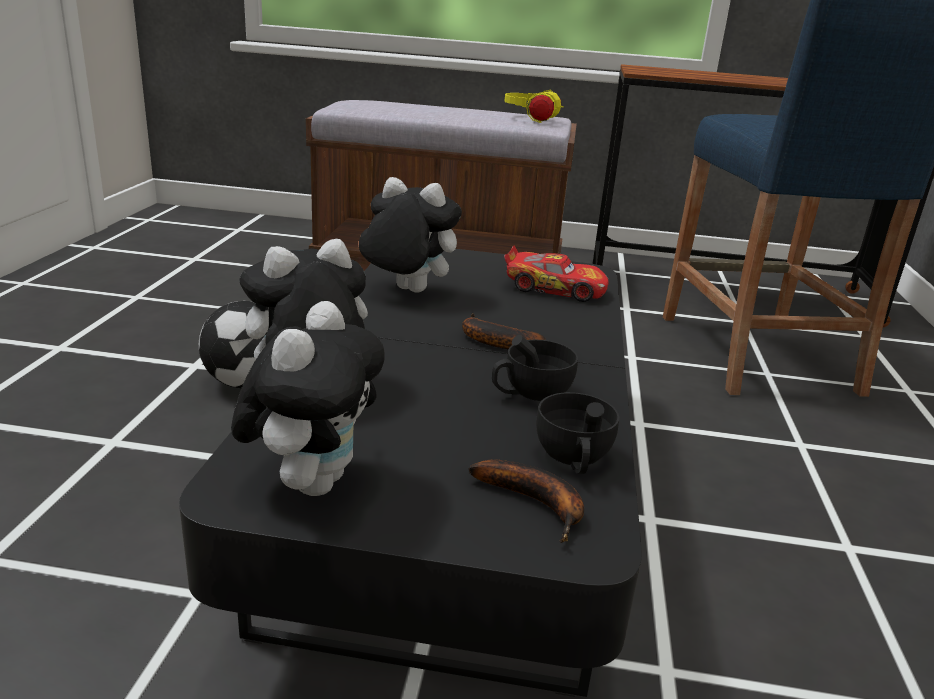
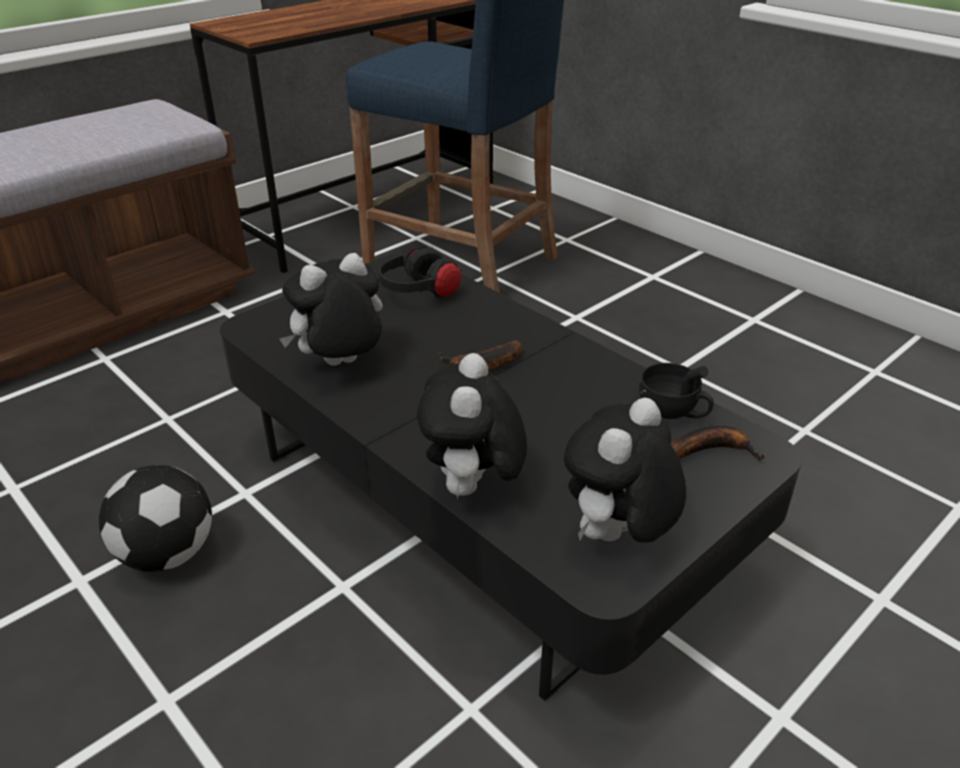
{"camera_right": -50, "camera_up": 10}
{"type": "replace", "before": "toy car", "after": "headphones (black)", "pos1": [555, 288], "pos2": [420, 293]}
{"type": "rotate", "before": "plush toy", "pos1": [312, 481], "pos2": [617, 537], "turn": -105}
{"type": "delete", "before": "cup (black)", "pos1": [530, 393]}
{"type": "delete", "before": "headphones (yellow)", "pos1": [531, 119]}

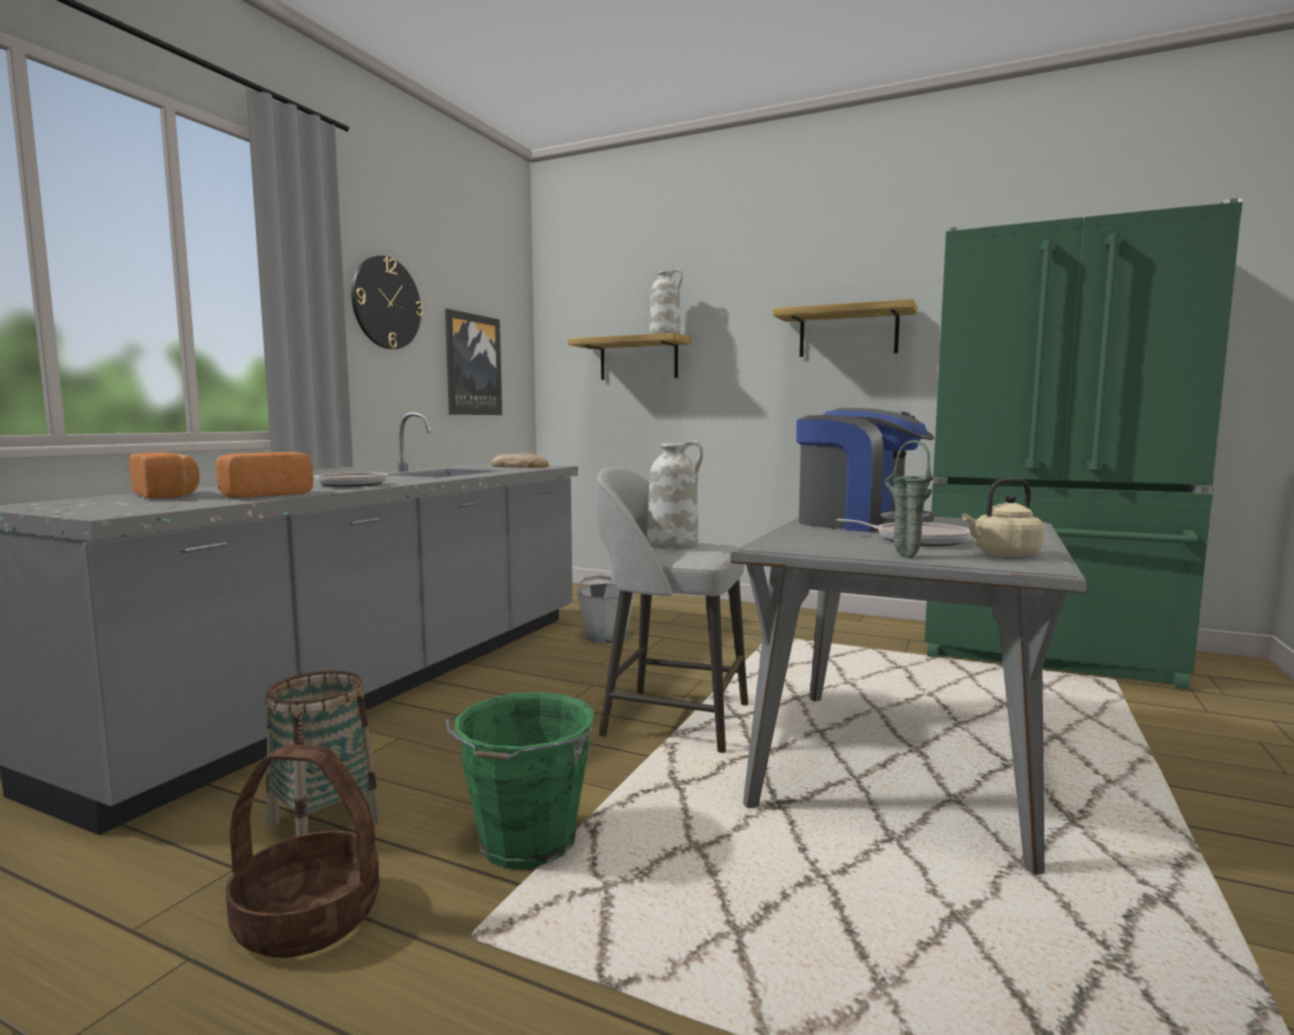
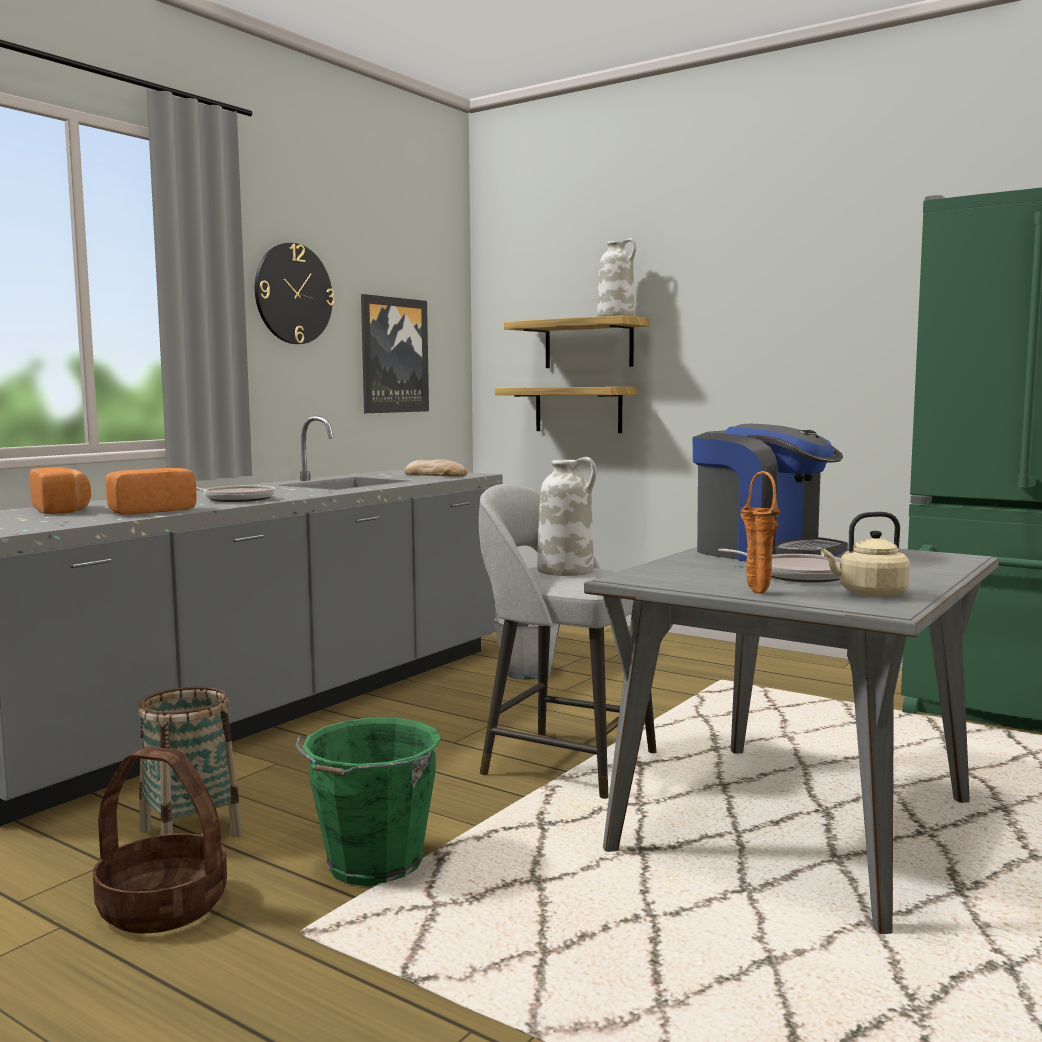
{"camera_right": 10, "camera_up": 0}
{"type": "move", "before": "shelf", "pos1": [848, 332], "pos2": [578, 409]}
{"type": "recolor", "before": "vase (green)", "after": "vase (orange)", "pos1": [903, 556], "pos2": [755, 592]}

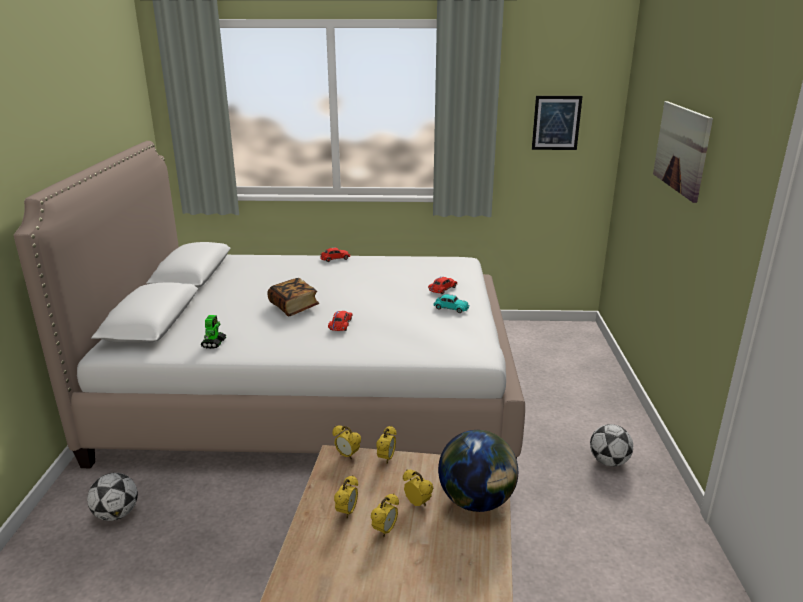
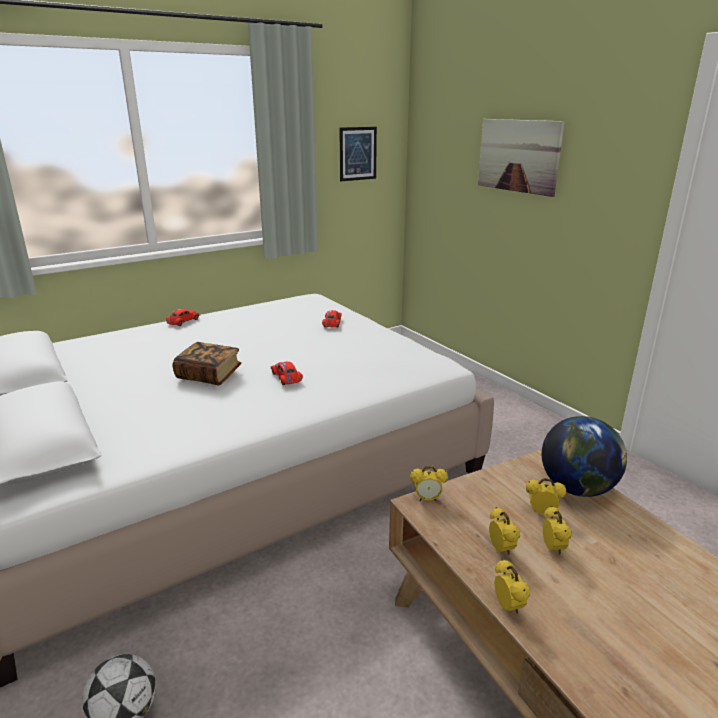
{"camera_right": -35, "camera_up": 0}
{"type": "move", "before": "alarm clock", "pos1": [386, 459], "pos2": [508, 606]}
{"type": "delete", "before": "toy robot", "pos1": [214, 343]}
{"type": "delete", "before": "toy car (turquoise)", "pos1": [451, 308]}
{"type": "delete", "before": "football", "pos1": [608, 462]}

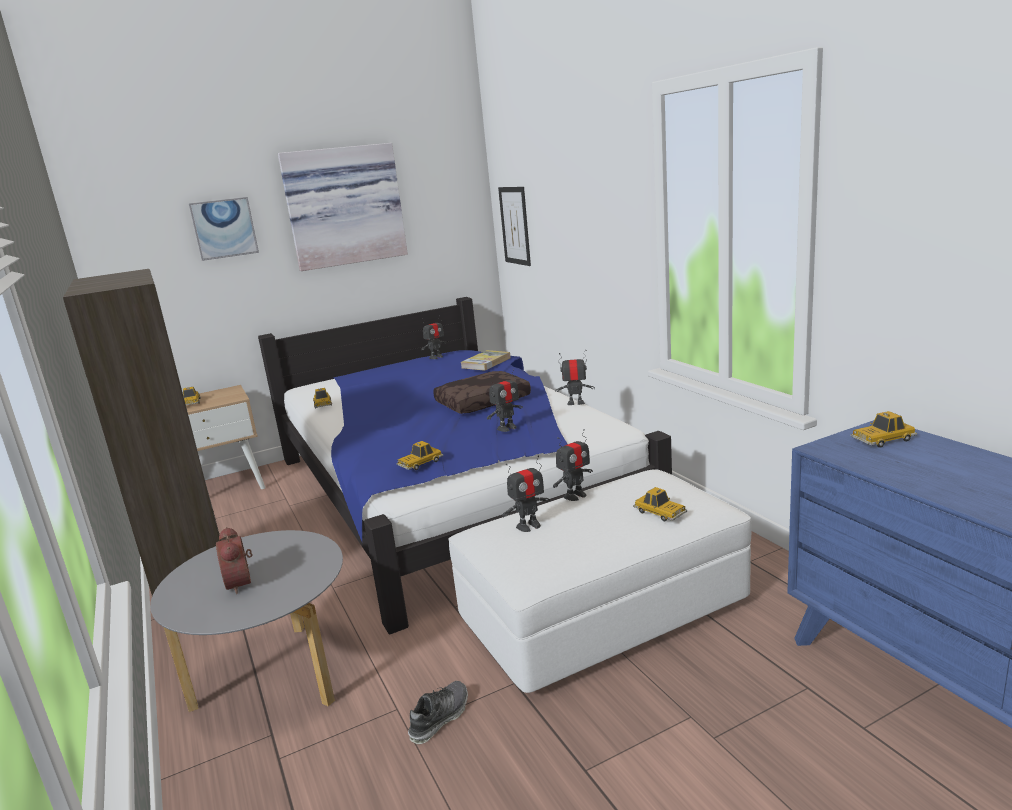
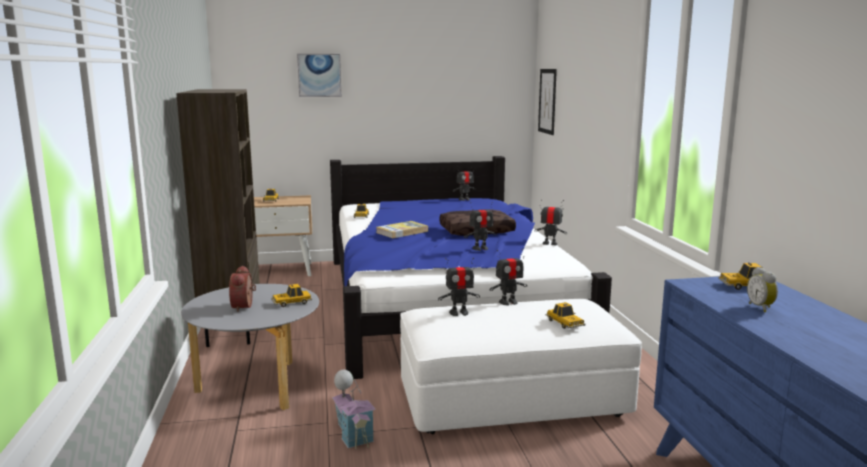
{"camera_right": 15, "camera_up": -5}
{"type": "move", "before": "toy car", "pos1": [420, 463], "pos2": [292, 302]}
{"type": "replace", "before": "shoe", "after": "toy house", "pos1": [440, 718], "pos2": [353, 434]}
{"type": "move", "before": "book", "pos1": [486, 363], "pos2": [402, 232]}
{"type": "insert", "after": "alarm clock", "pos2": [761, 308]}
{"type": "delete", "before": "picture", "pos1": [344, 206]}

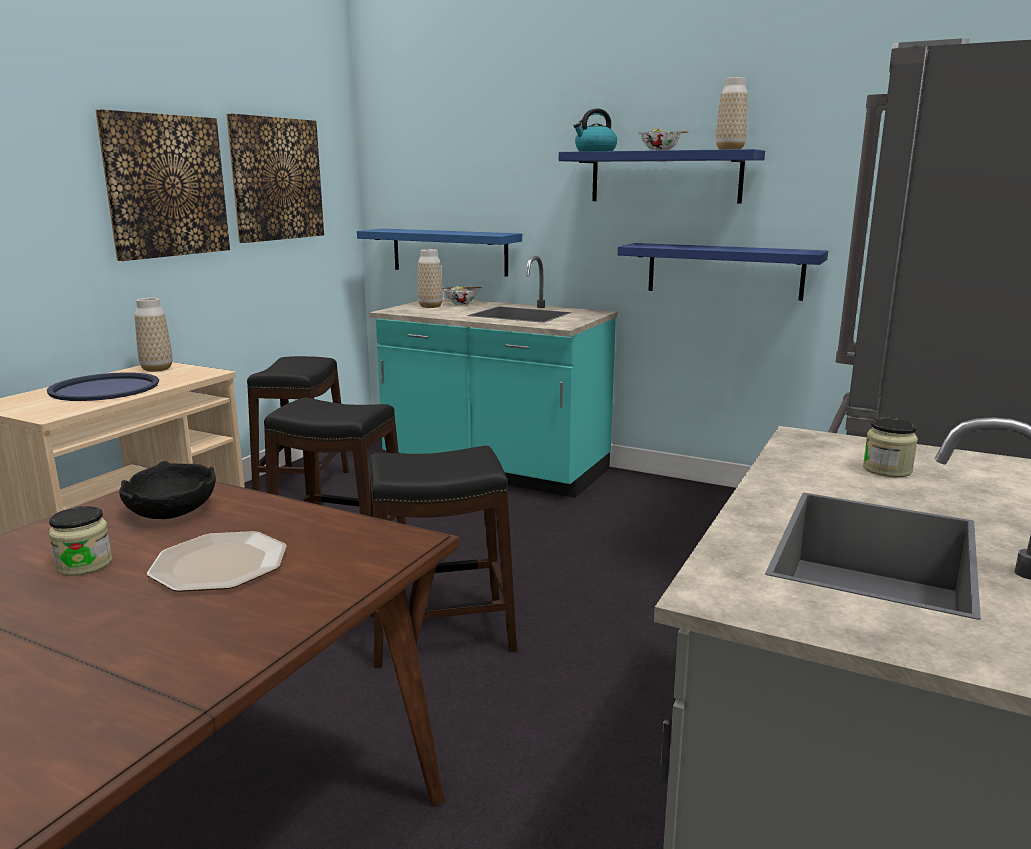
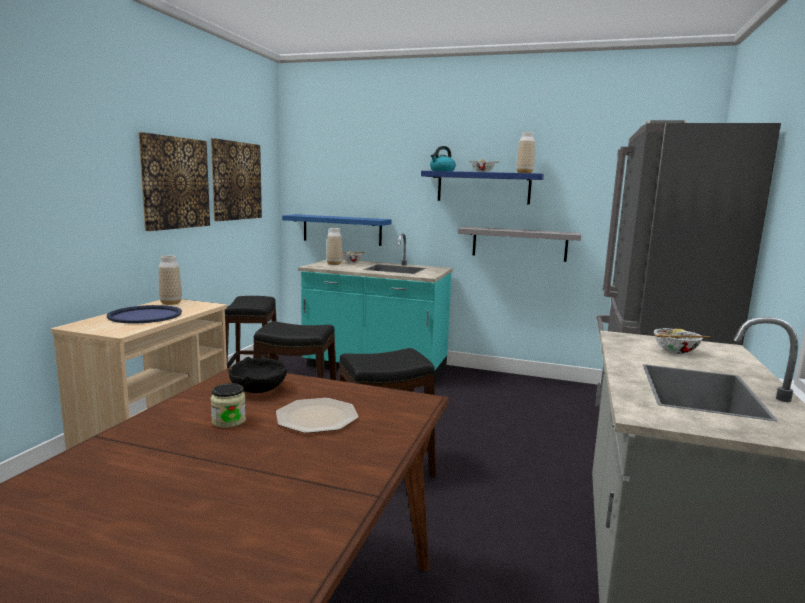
{"camera_right": -10, "camera_up": -5}
{"type": "recolor", "before": "shelf (blue)", "after": "shelf (grey)", "pos1": [724, 271], "pos2": [519, 244]}
{"type": "replace", "before": "jar", "after": "bowl", "pos1": [887, 470], "pos2": [675, 352]}

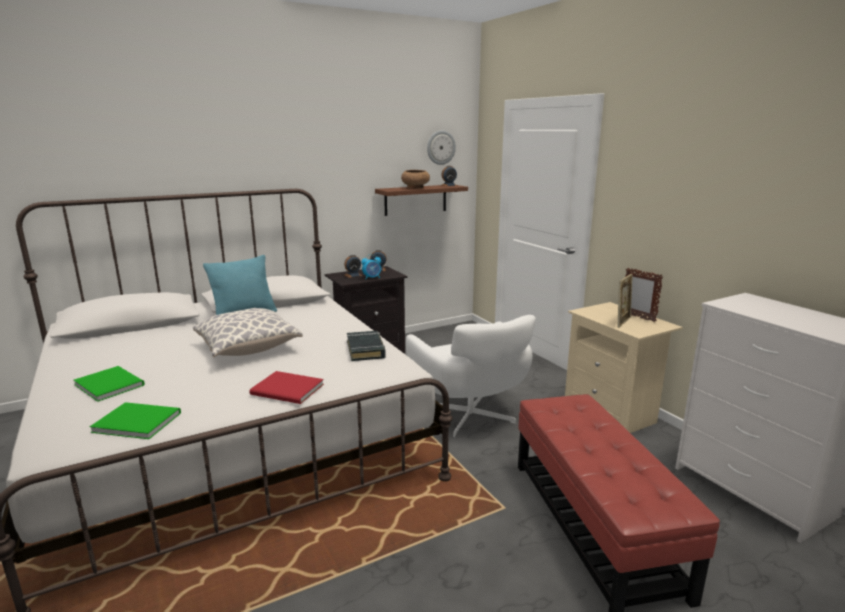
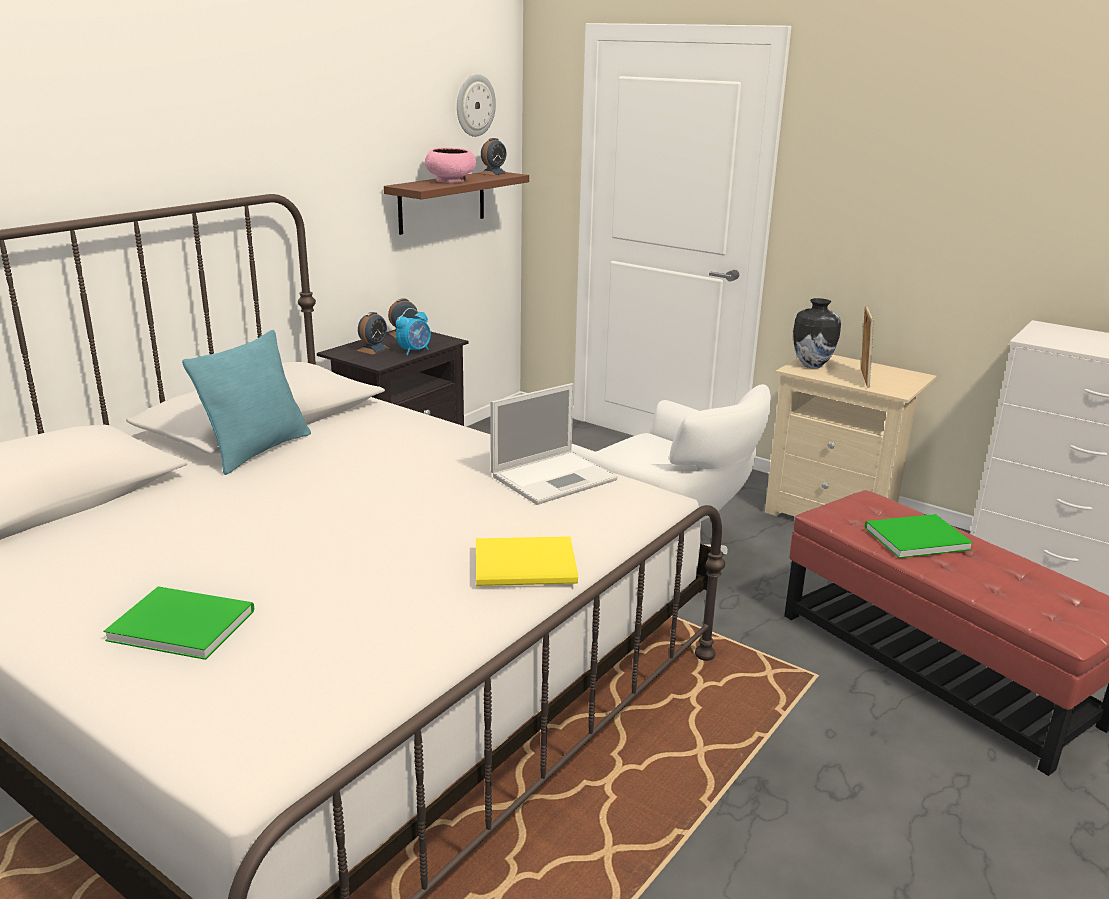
{"camera_right": -25, "camera_up": 5}
{"type": "recolor", "before": "bowl (brown)", "after": "bowl (pink)", "pos1": [415, 188], "pos2": [451, 181]}
{"type": "recolor", "before": "book (red)", "after": "book (yellow)", "pos1": [288, 390], "pos2": [528, 566]}
{"type": "replace", "before": "book (black)", "after": "laptop", "pos1": [366, 349], "pos2": [555, 477]}
{"type": "insert", "after": "vase", "pos2": [811, 365]}
{"type": "move", "before": "book (green)", "pos1": [136, 421], "pos2": [913, 537]}
{"type": "delete", "before": "pillow", "pos1": [248, 349]}
{"type": "delete", "before": "picture frame", "pos1": [638, 317]}

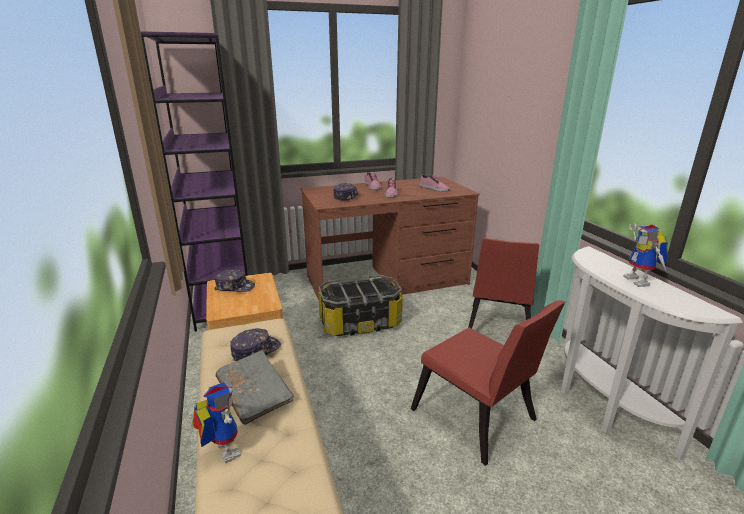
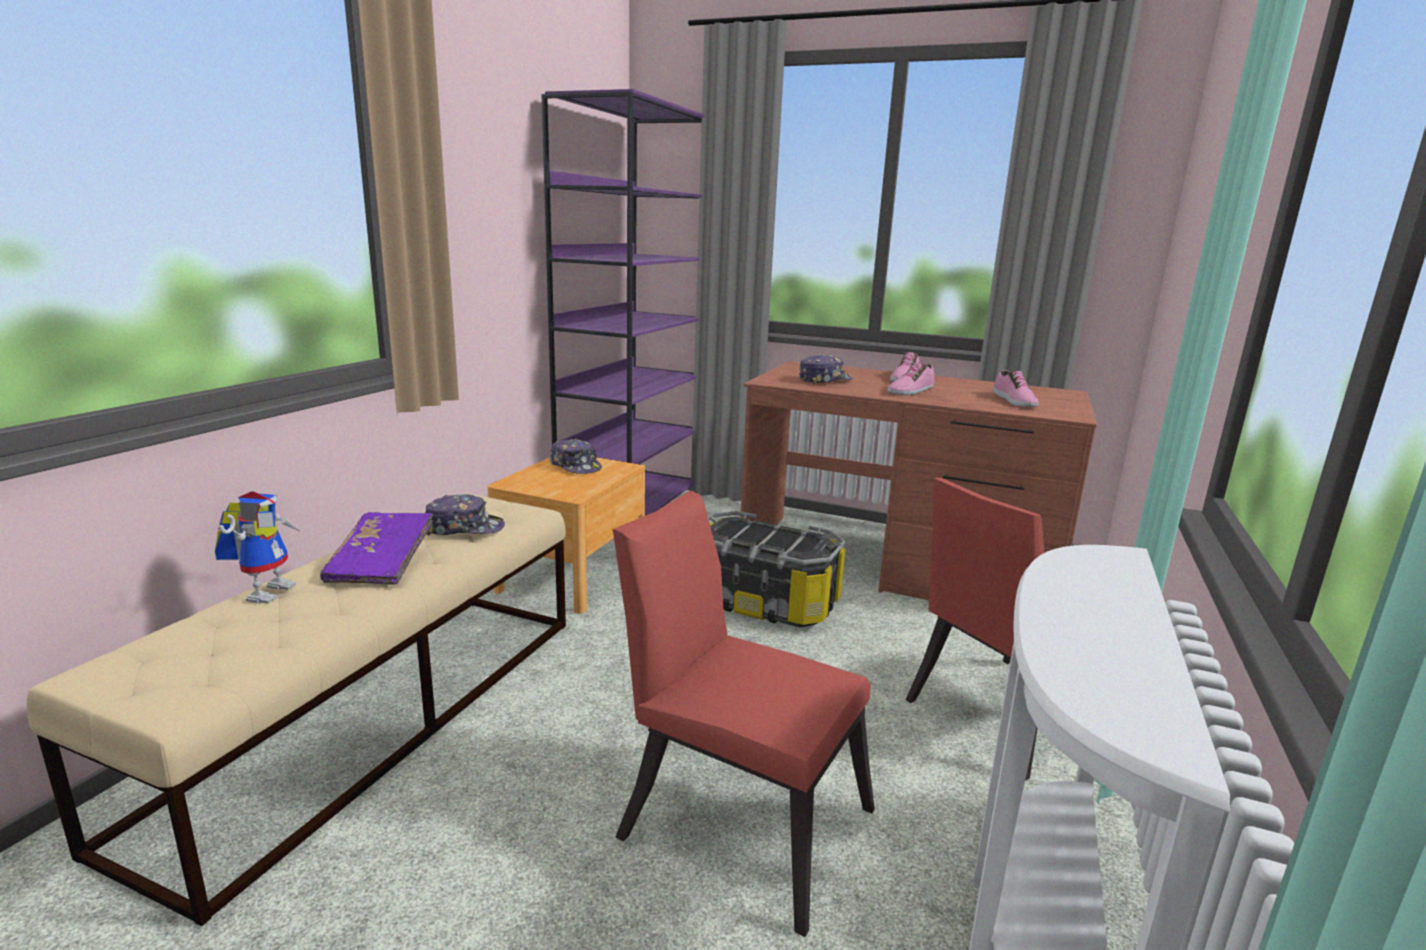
{"camera_right": 40, "camera_up": -5}
{"type": "recolor", "before": "book (grey)", "after": "book (purple)", "pos1": [255, 395], "pos2": [382, 564]}
{"type": "rotate", "before": "chair (red)", "pos1": [477, 420], "pos2": [735, 814], "turn": 120}
{"type": "delete", "before": "toy robot", "pos1": [641, 282]}

